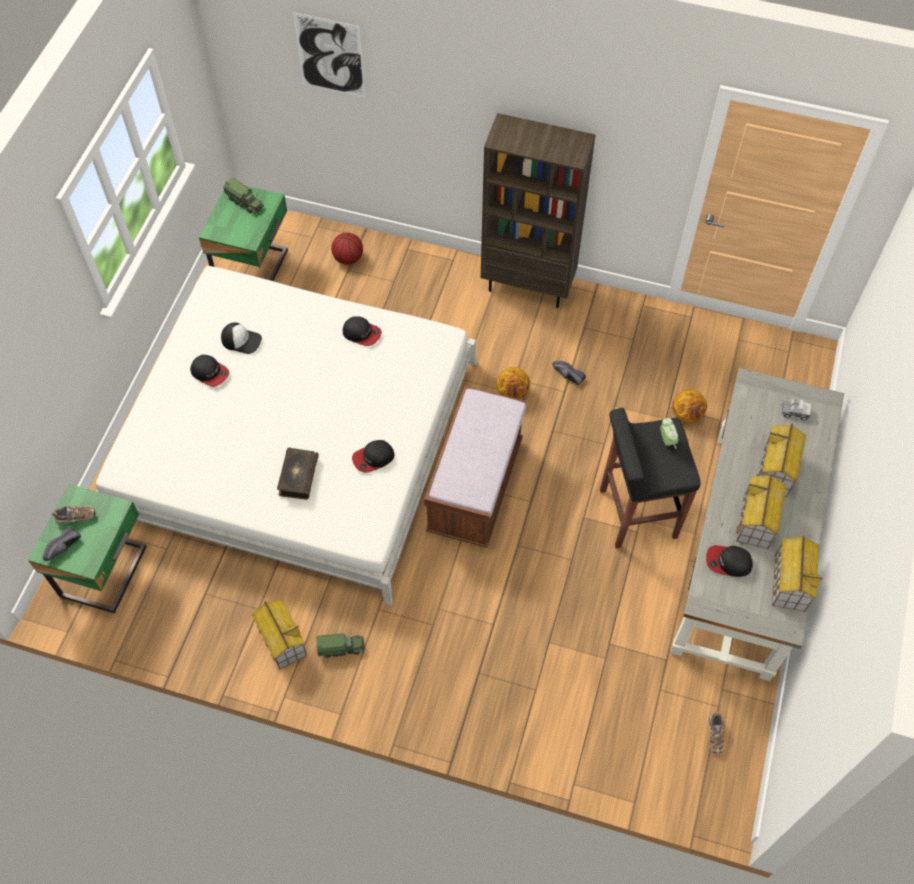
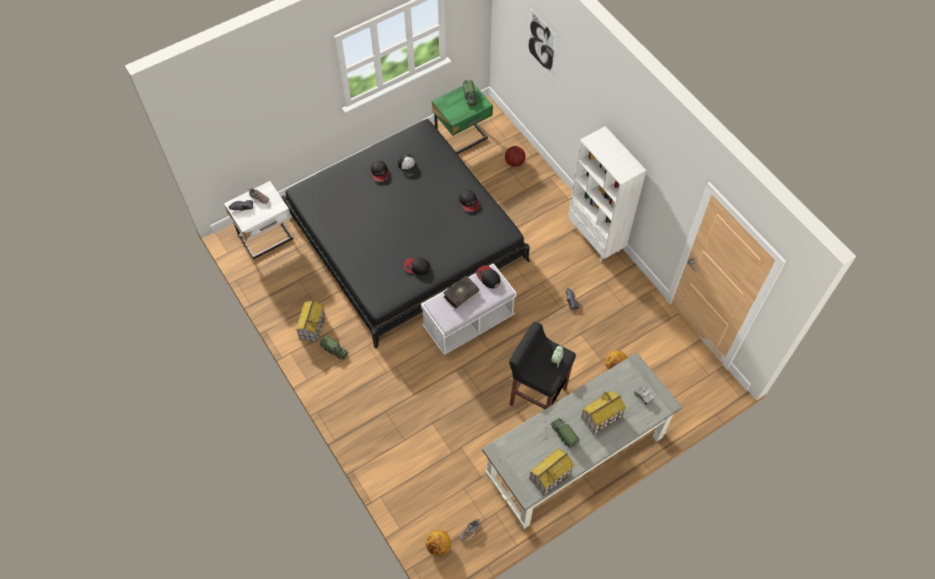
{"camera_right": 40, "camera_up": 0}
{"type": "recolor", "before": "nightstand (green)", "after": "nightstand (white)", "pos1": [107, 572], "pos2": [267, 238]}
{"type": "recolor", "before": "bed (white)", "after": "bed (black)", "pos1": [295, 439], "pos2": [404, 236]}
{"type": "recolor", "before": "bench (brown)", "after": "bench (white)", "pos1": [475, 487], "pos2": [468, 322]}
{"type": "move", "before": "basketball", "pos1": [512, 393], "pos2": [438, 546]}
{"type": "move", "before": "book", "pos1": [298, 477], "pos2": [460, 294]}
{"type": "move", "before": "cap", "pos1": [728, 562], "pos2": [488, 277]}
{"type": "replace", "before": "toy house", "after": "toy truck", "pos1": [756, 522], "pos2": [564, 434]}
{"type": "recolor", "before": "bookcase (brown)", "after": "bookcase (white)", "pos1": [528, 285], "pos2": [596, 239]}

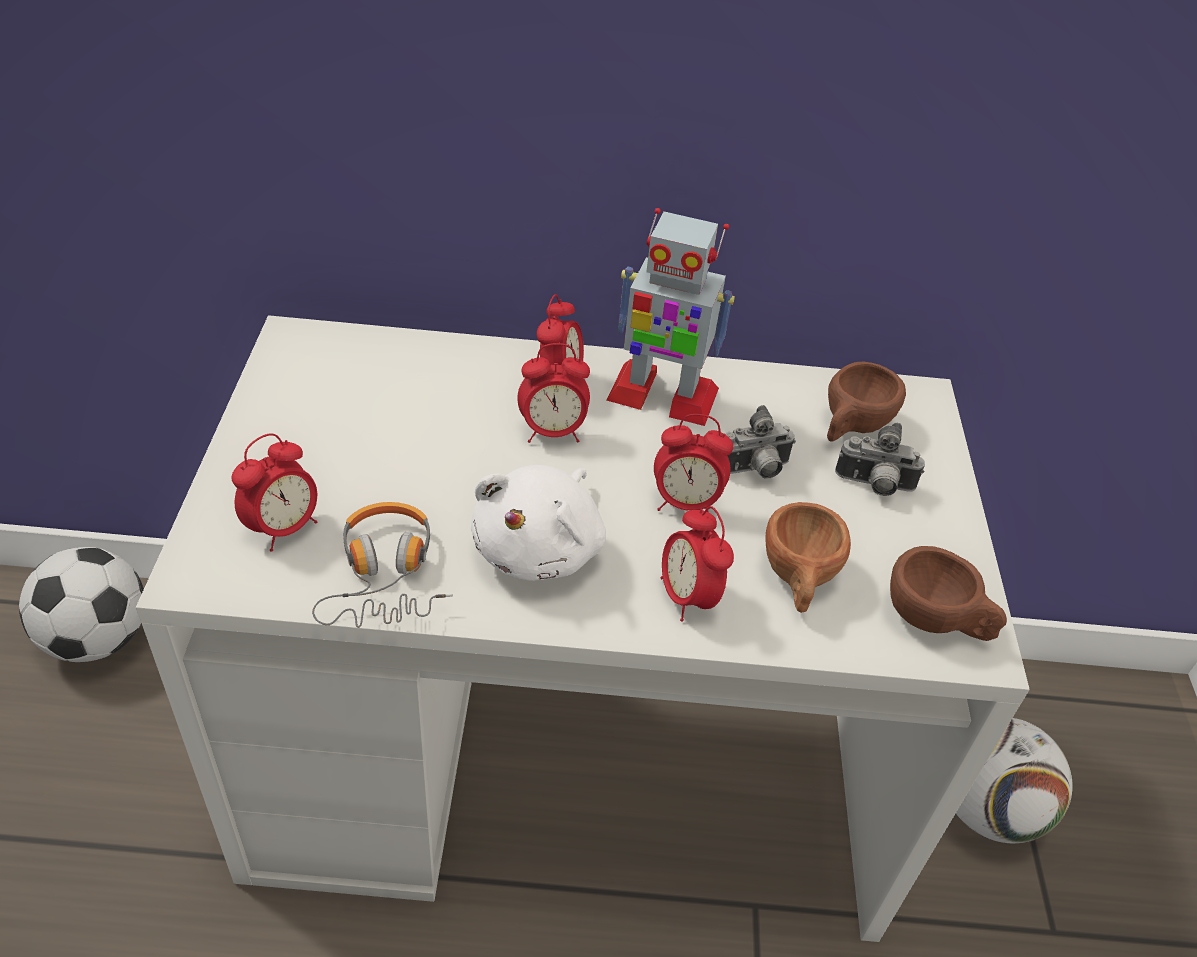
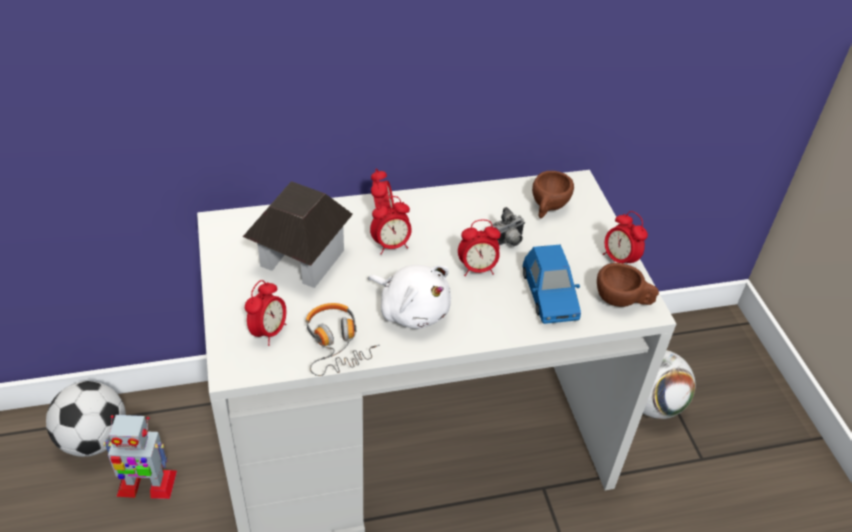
{"camera_right": -15, "camera_up": 0}
{"type": "move", "before": "toy robot", "pos1": [661, 394], "pos2": [146, 484]}
{"type": "insert", "after": "toy house", "pos2": [301, 259]}
{"type": "rotate", "before": "plush toy (white)", "pos1": [541, 548], "pos2": [411, 310], "turn": -60}
{"type": "replace", "before": "cup (brown)", "after": "toy car (blue)", "pos1": [798, 580], "pos2": [549, 295]}
{"type": "move", "before": "alarm clock", "pos1": [688, 597], "pos2": [619, 260]}
{"type": "delete", "before": "photo camera", "pos1": [874, 486]}

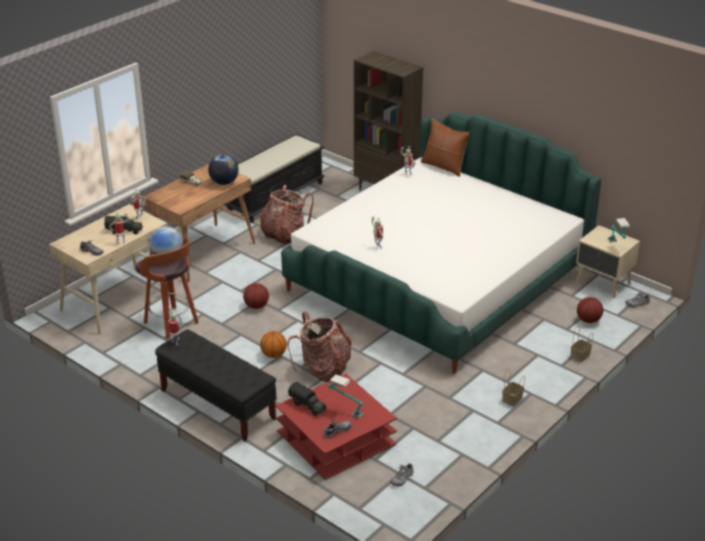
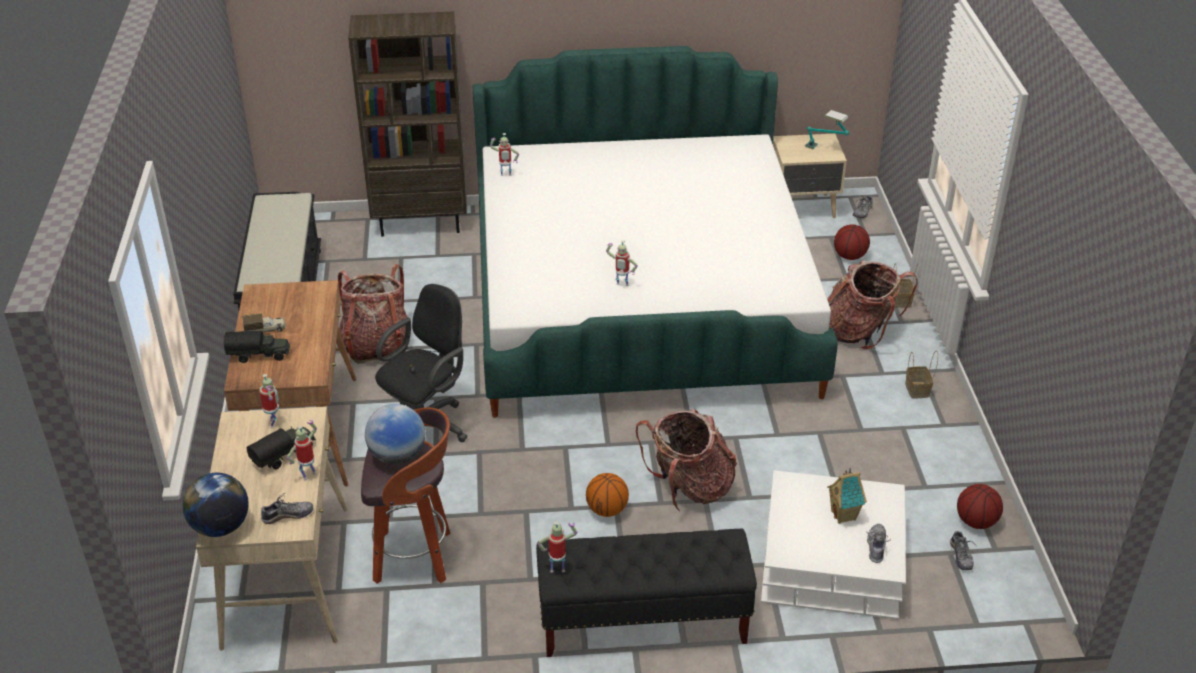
{"camera_right": -45, "camera_up": 5}
{"type": "move", "before": "globe", "pos1": [224, 182], "pos2": [221, 527]}
{"type": "move", "before": "toy truck", "pos1": [308, 406], "pos2": [259, 355]}
{"type": "insert", "after": "office chair (black)", "pos2": [427, 426]}
{"type": "recolor", "before": "coffee table (red)", "after": "coffee table (white)", "pos1": [336, 438], "pos2": [831, 562]}
{"type": "insert", "after": "backpack", "pos2": [859, 331]}
{"type": "replace", "before": "table lamp", "after": "toy house", "pos1": [345, 410], "pos2": [844, 515]}
{"type": "move", "before": "basketball", "pos1": [256, 306], "pos2": [976, 522]}
{"type": "delete", "before": "pillow (brown)", "pos1": [444, 167]}

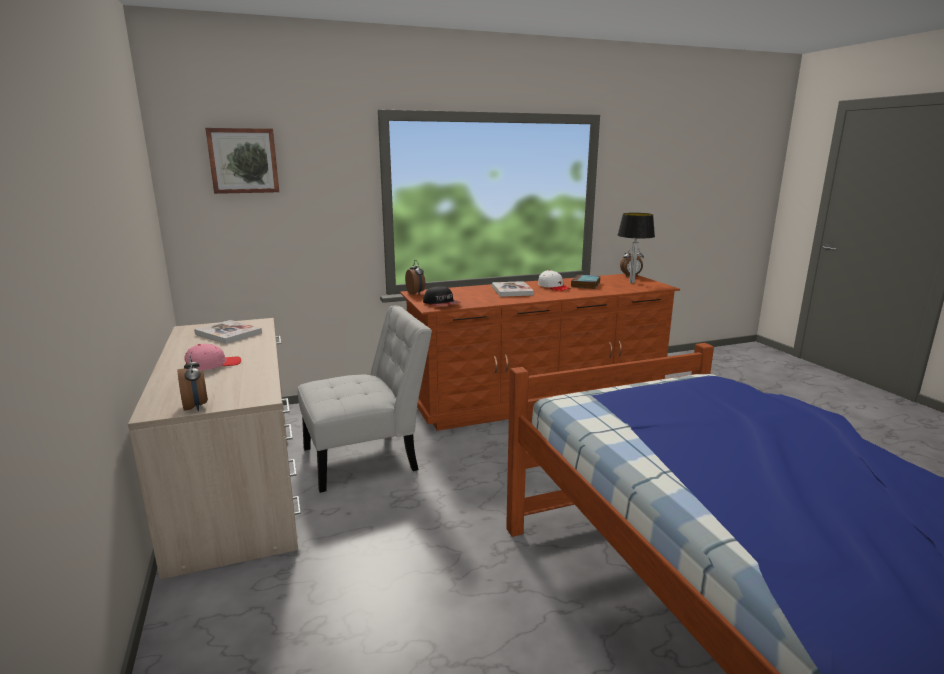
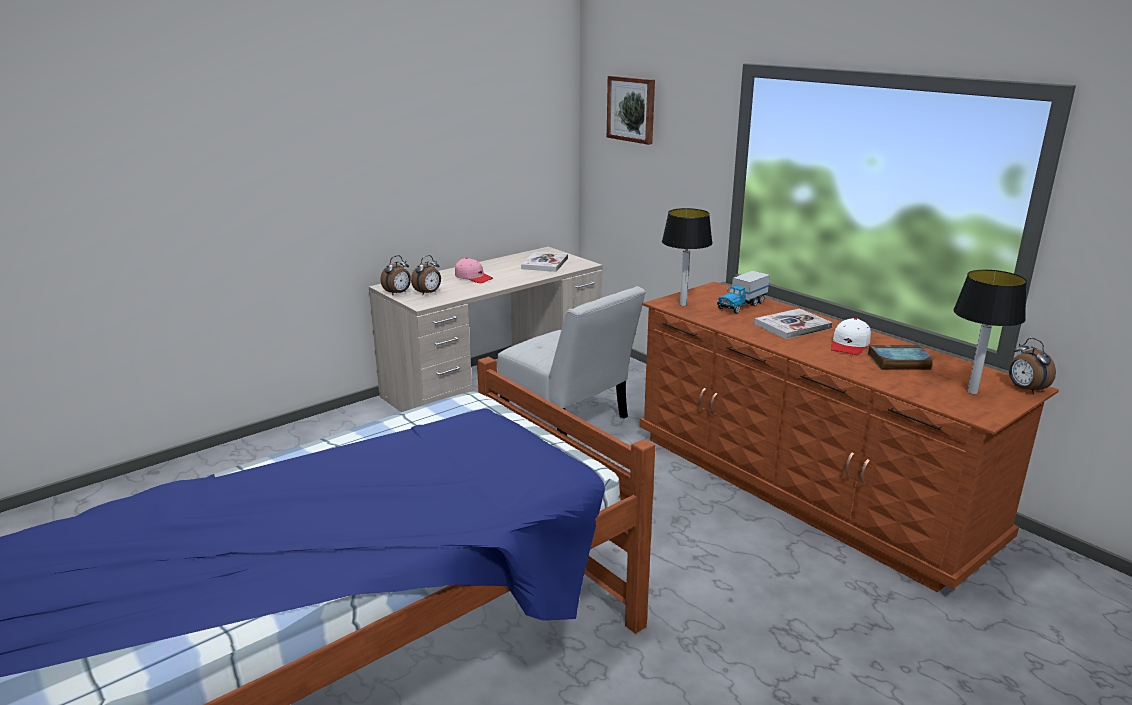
{"camera_right": 70, "camera_up": 5}
{"type": "move", "before": "alarm clock", "pos1": [416, 293], "pos2": [428, 293]}
{"type": "replace", "before": "cap", "after": "table lamp", "pos1": [441, 304], "pos2": [683, 304]}
{"type": "insert", "after": "toy truck", "pos2": [741, 305]}

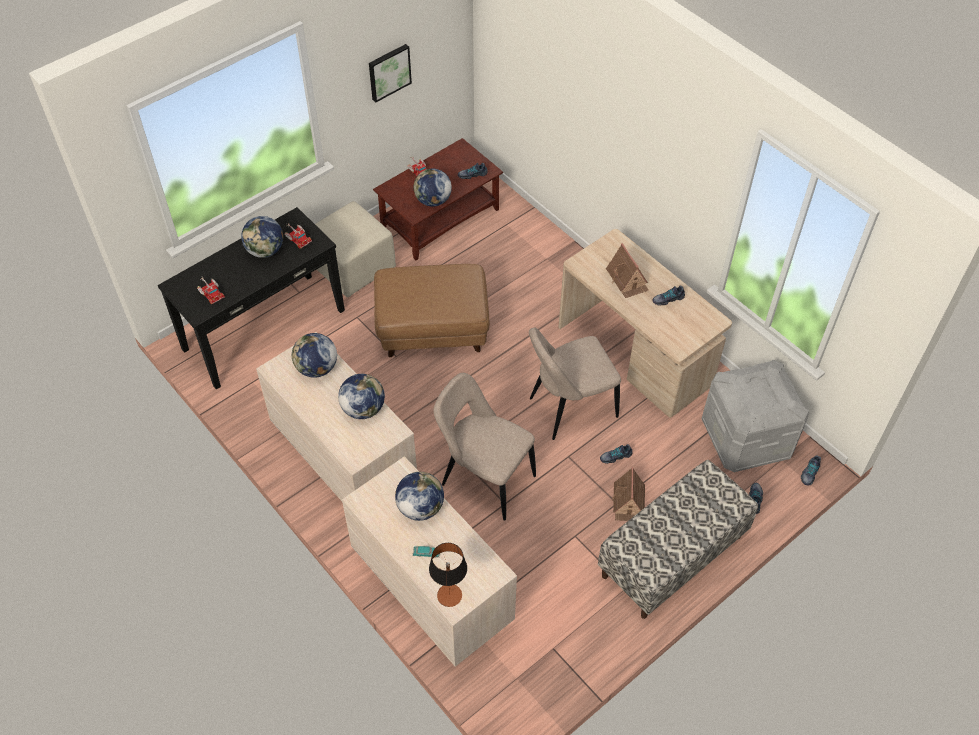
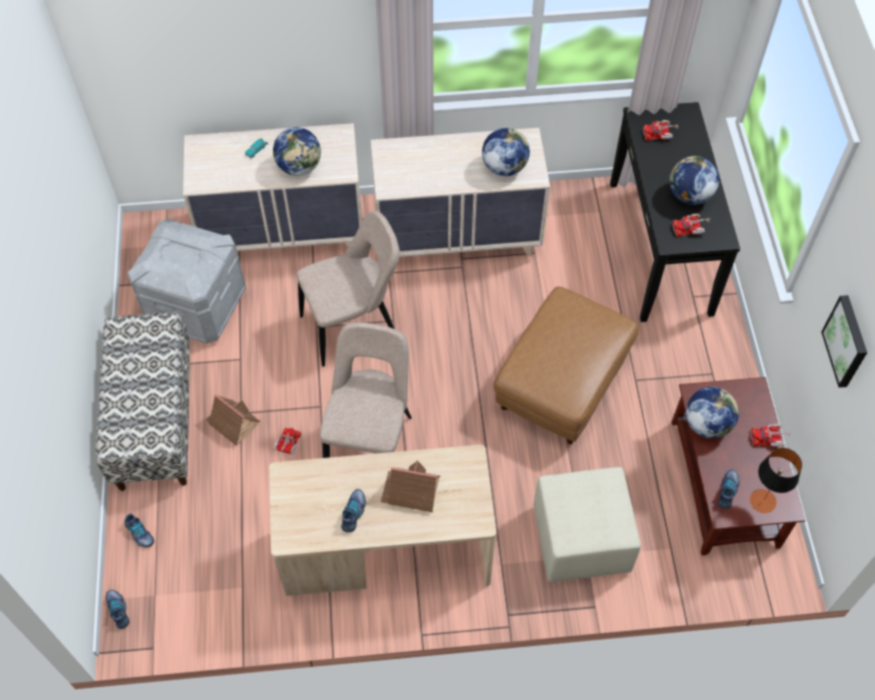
{"camera_right": 125, "camera_up": 5}
{"type": "move", "before": "storage box (grey)", "pos1": [746, 439], "pos2": [195, 306]}
{"type": "replace", "before": "shoe", "after": "toy truck", "pos1": [615, 456], "pos2": [287, 446]}
{"type": "move", "before": "ottoman (beige)", "pos1": [353, 266], "pos2": [582, 540]}
{"type": "move", "before": "table lamp", "pos1": [449, 595], "pos2": [763, 501]}
{"type": "delete", "before": "globe", "pos1": [363, 409]}

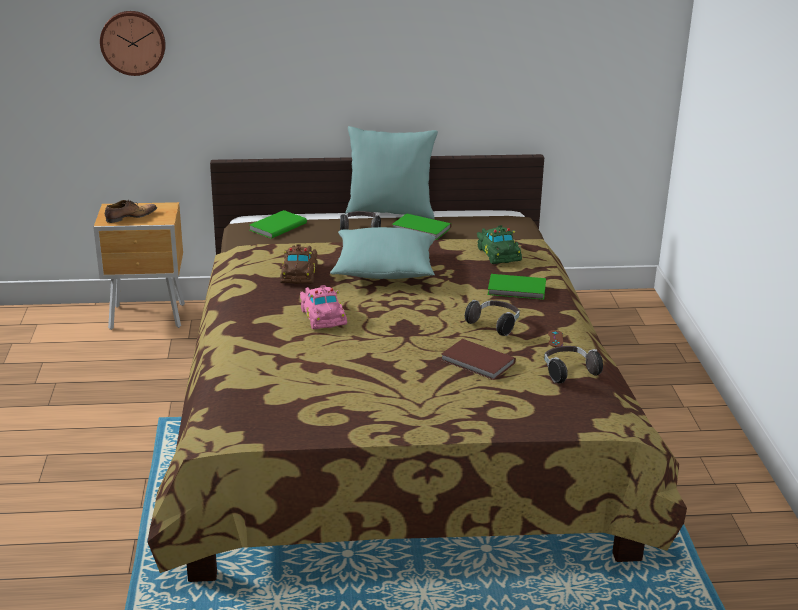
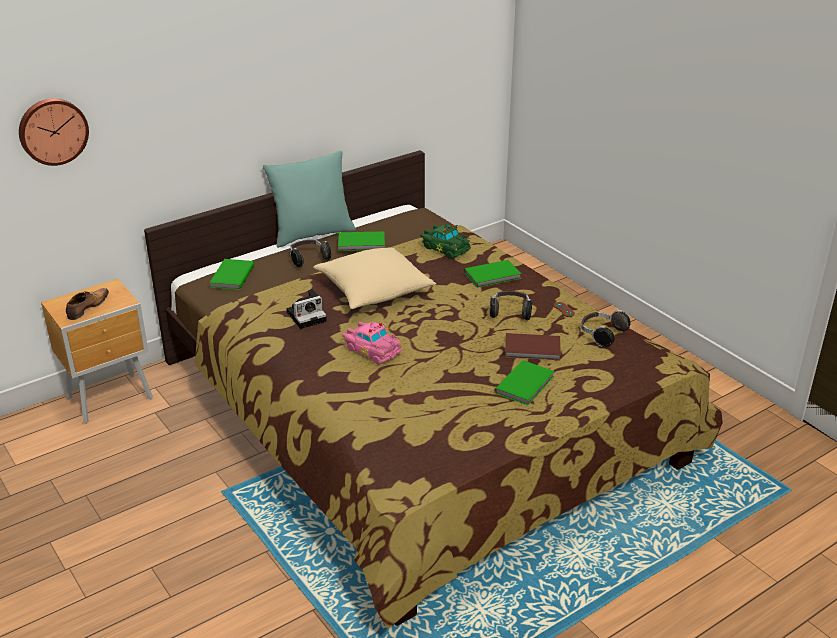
{"camera_right": -30, "camera_up": 5}
{"type": "replace", "before": "toy car (brown)", "after": "photo camera", "pos1": [300, 273], "pos2": [307, 316]}
{"type": "recolor", "before": "pillow (turquoise)", "after": "pillow (beige)", "pos1": [384, 270], "pos2": [374, 291]}
{"type": "insert", "after": "book (green)", "pos2": [526, 384]}

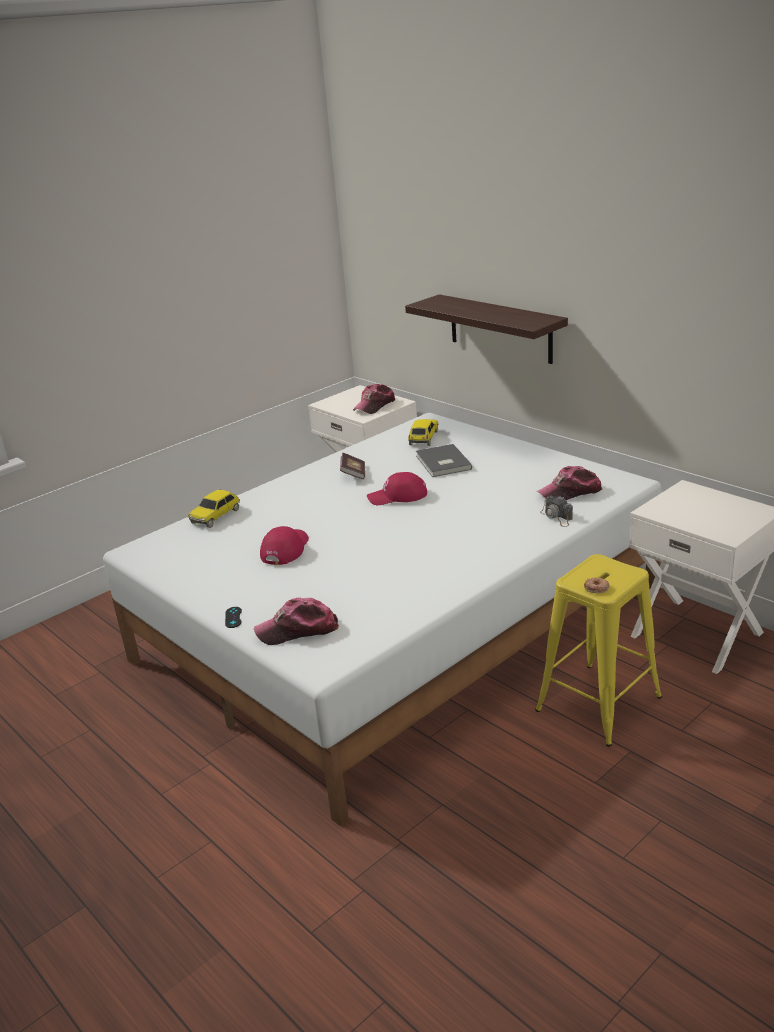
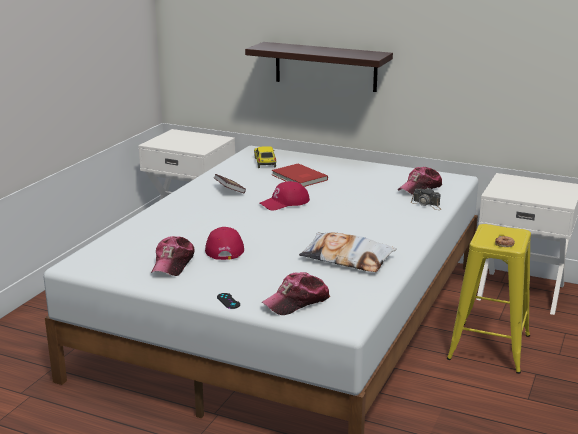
{"camera_right": -25, "camera_up": -5}
{"type": "move", "before": "cap", "pos1": [375, 405], "pos2": [173, 264]}
{"type": "recolor", "before": "book (grey)", "after": "book (red)", "pos1": [442, 463], "pos2": [298, 178]}
{"type": "insert", "after": "pillow", "pos2": [347, 258]}
{"type": "delete", "before": "toy car", "pos1": [216, 516]}

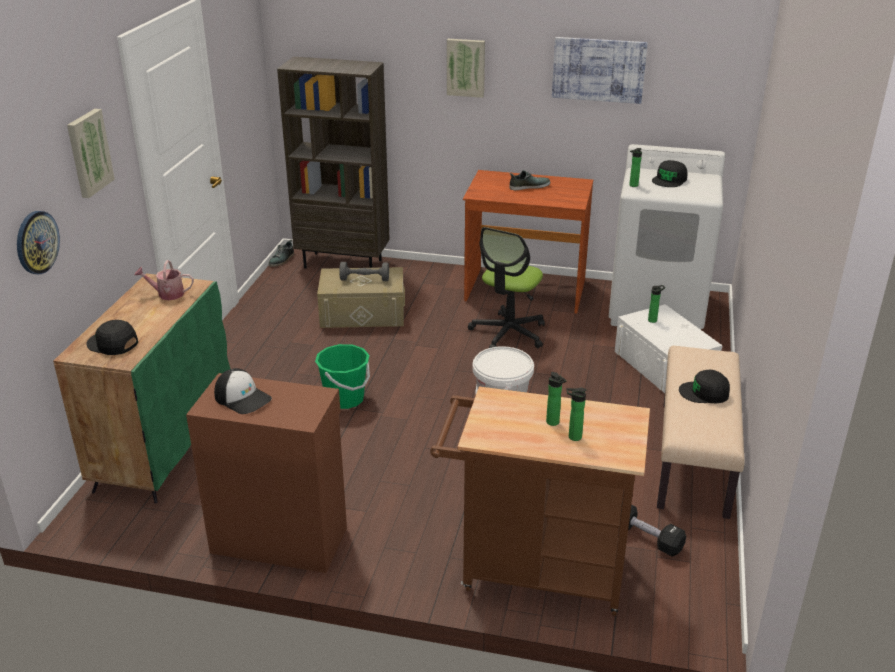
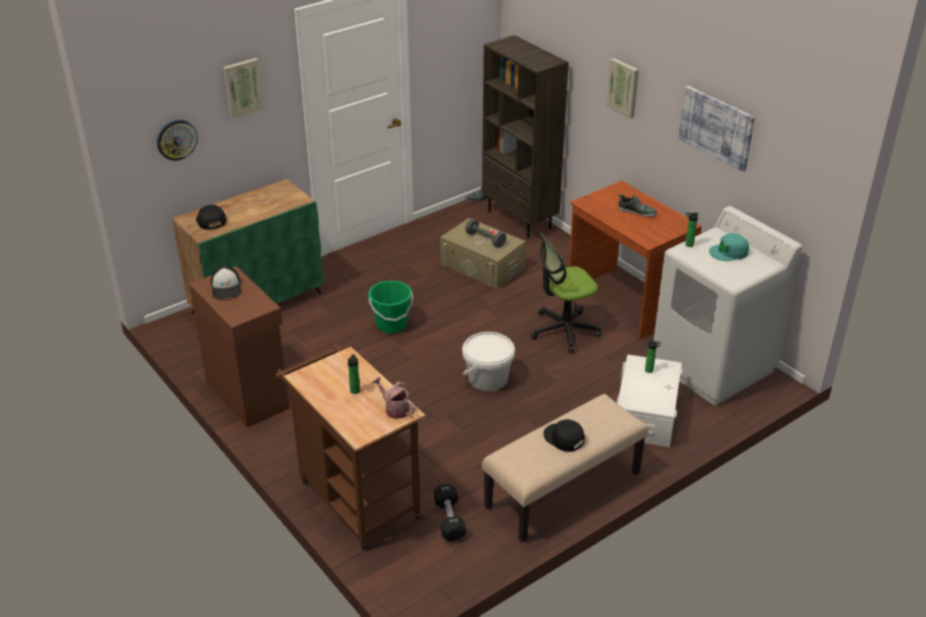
{"camera_right": 40, "camera_up": 5}
{"type": "move", "before": "watering can", "pos1": [167, 294], "pos2": [394, 409]}
{"type": "recolor", "before": "cap (black)", "after": "cap (turquoise)", "pos1": [669, 180], "pos2": [729, 252]}
{"type": "delete", "before": "bottle", "pos1": [572, 437]}

